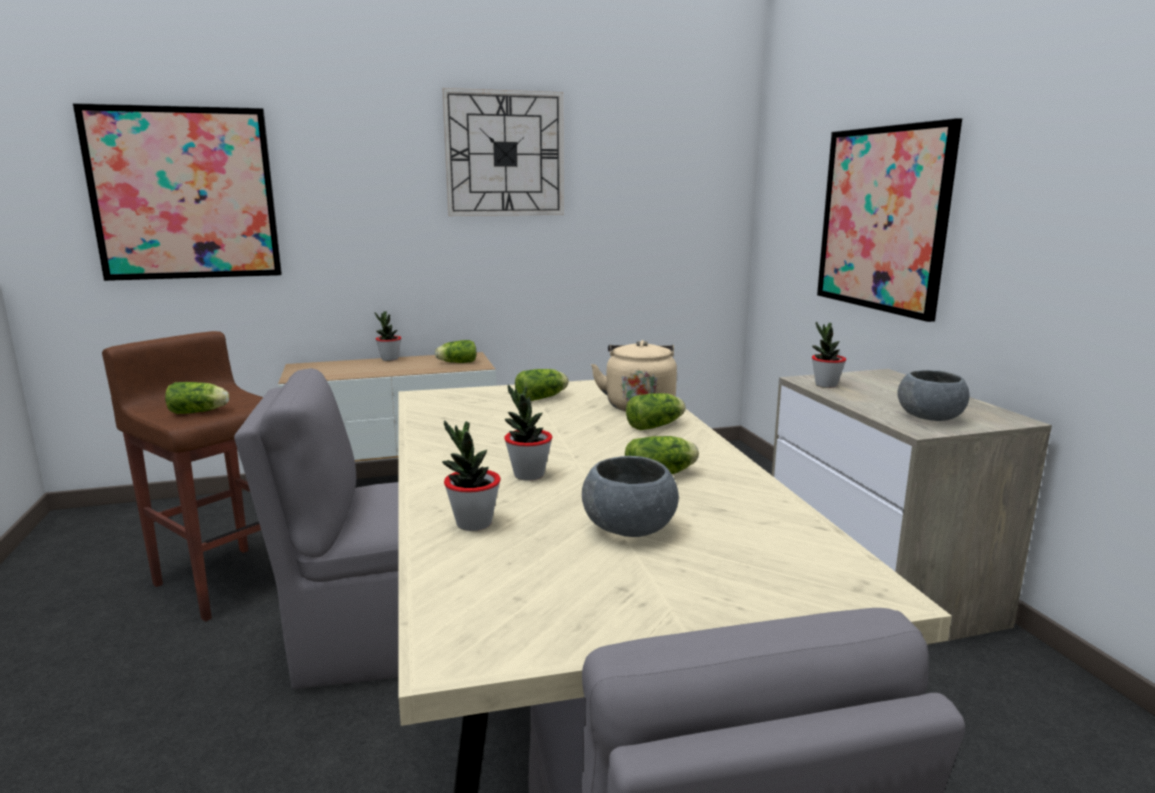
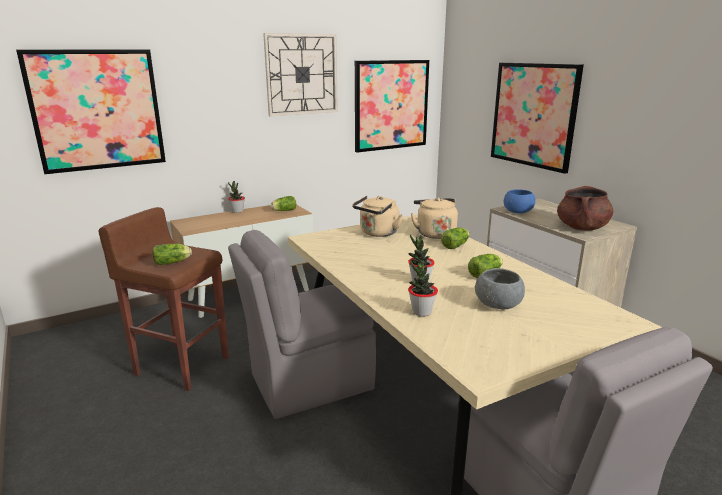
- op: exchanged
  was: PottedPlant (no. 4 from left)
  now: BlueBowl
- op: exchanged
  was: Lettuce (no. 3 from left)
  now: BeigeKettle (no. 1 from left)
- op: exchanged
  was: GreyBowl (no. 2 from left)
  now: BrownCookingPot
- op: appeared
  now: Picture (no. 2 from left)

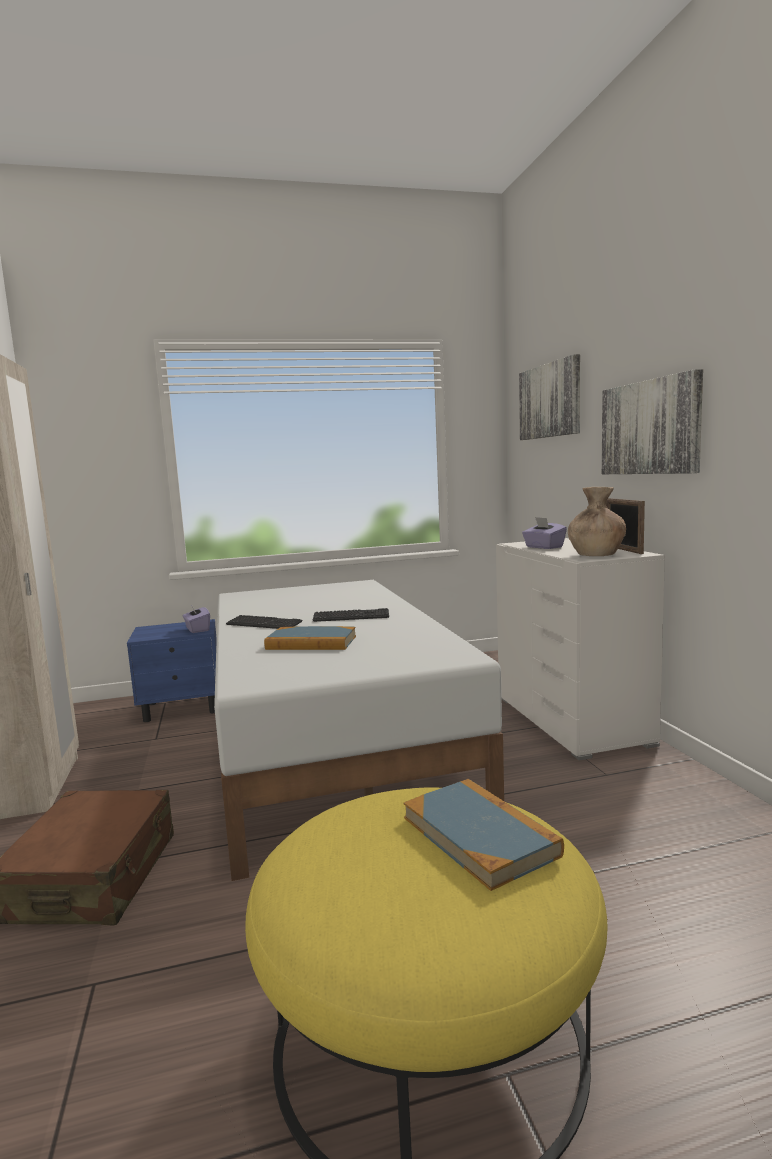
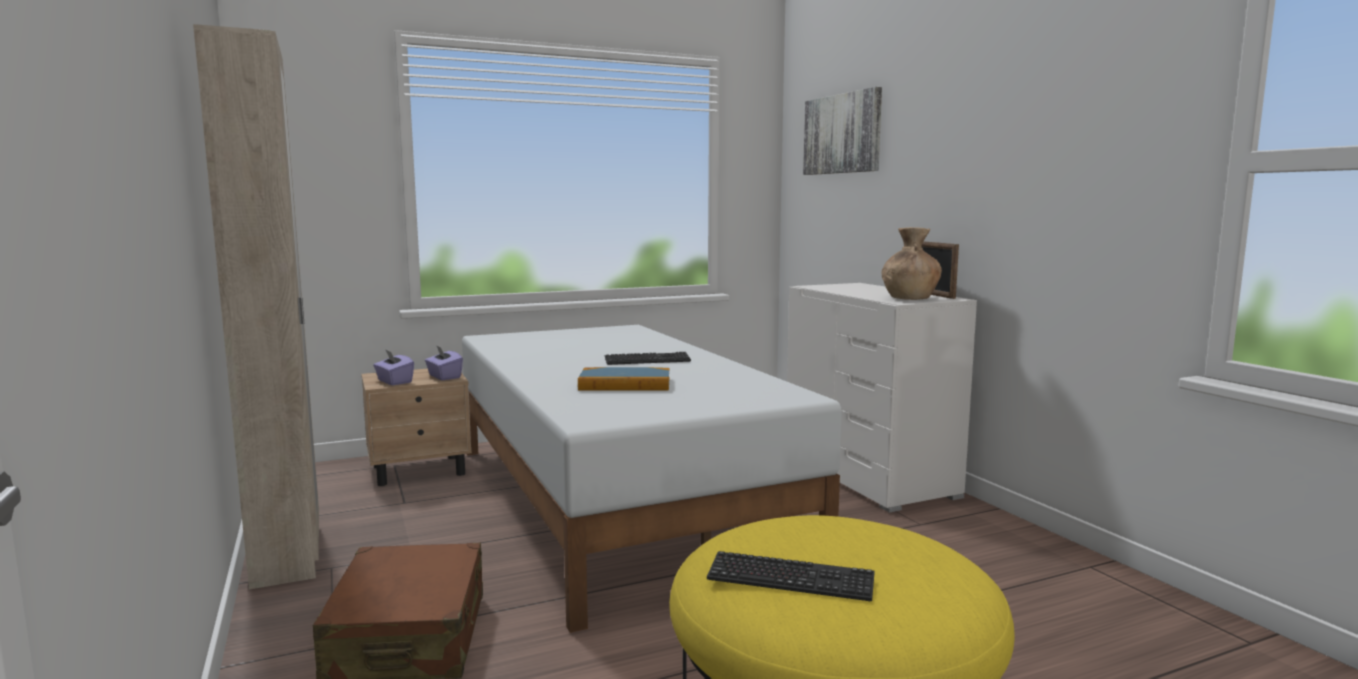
- op: missing
  was: Picture (no. 2 from left)
- op: relocated
  was: PurpleTissueBox (no. 2 from left in the first image)
  now: PurpleTissueBox (no. 1 from left)
- op: relocated
  was: Keyboard (no. 1 from left in the first image)
  now: Keyboard (no. 2 from left)
- op: colour
  was: BlueNightstand
  now: BeigeNightstand
- op: missing
  was: Book (no. 2 from left)

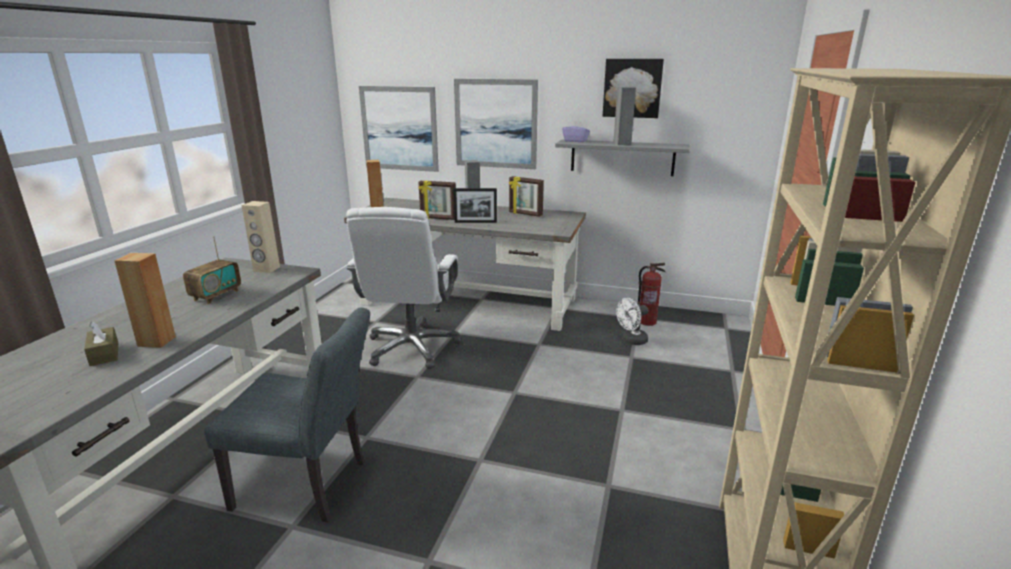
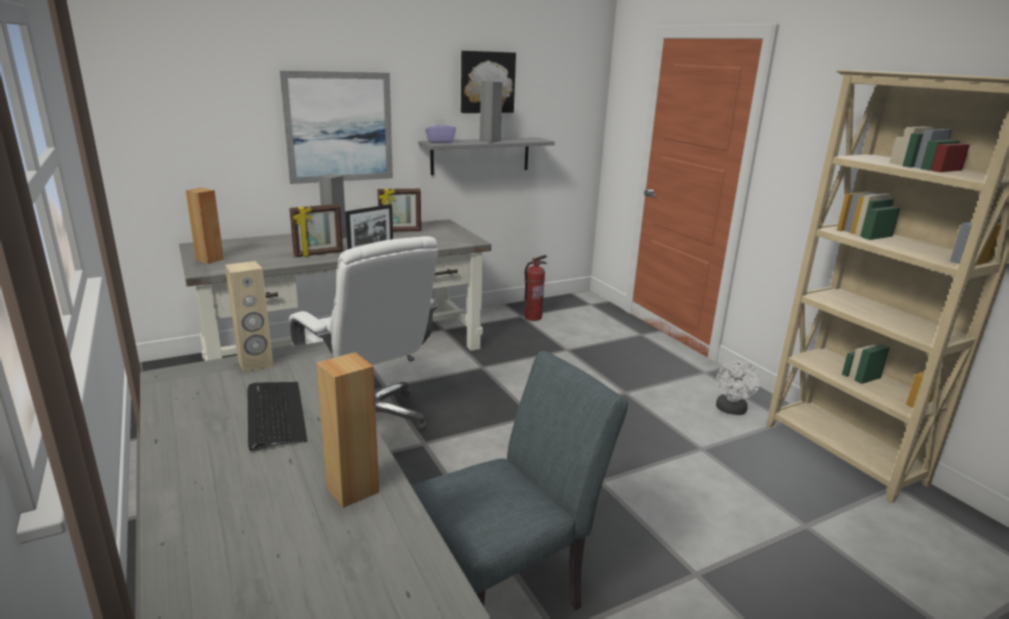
- op: missing
  was: Picture (no. 1 from left)
- op: exchanged
  was: Radio
  now: Keyboard
- op: relocated
  was: WhiteFan
- op: missing
  was: BrownTissueBox

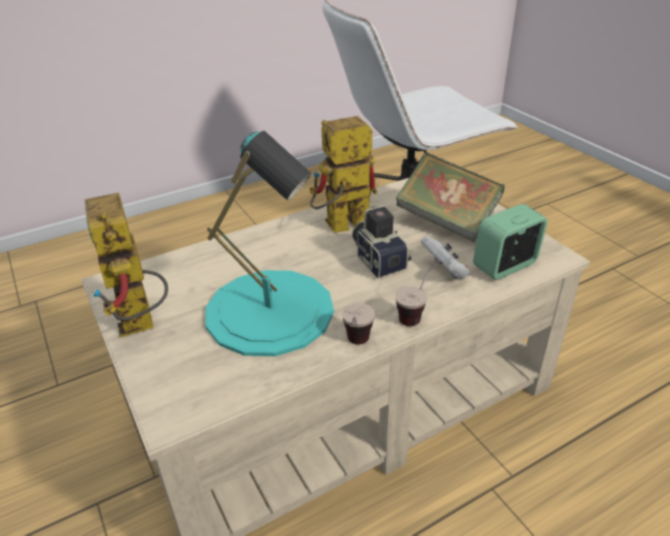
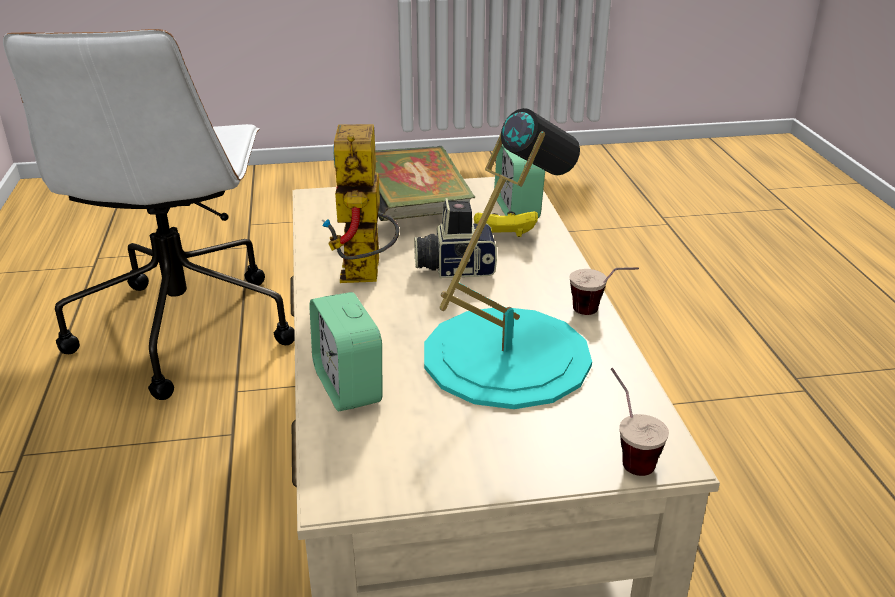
- op: missing
  was: ToyRobot (no. 1 from left)
- op: colour
  was: WhiteGameController
  now: YellowGameController
- op: relocated
  was: Cup (no. 2 from left)
- op: appeared
  now: AlarmClock (no. 1 from left)

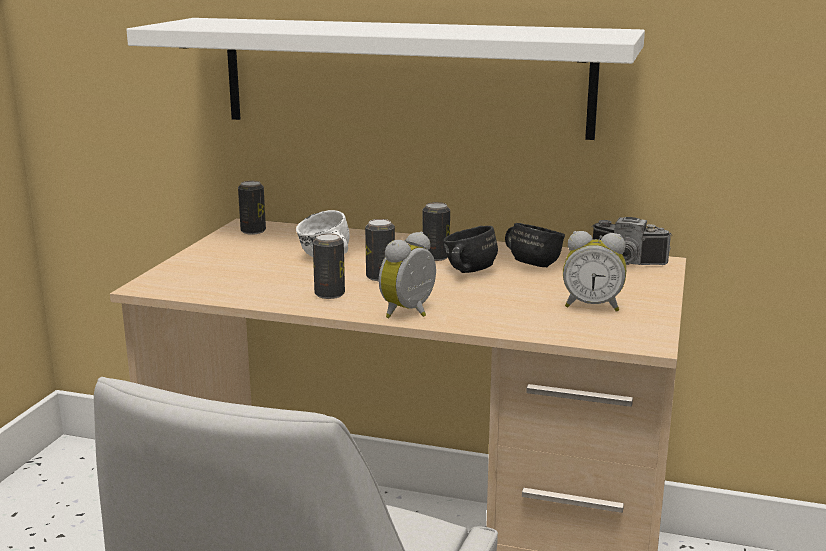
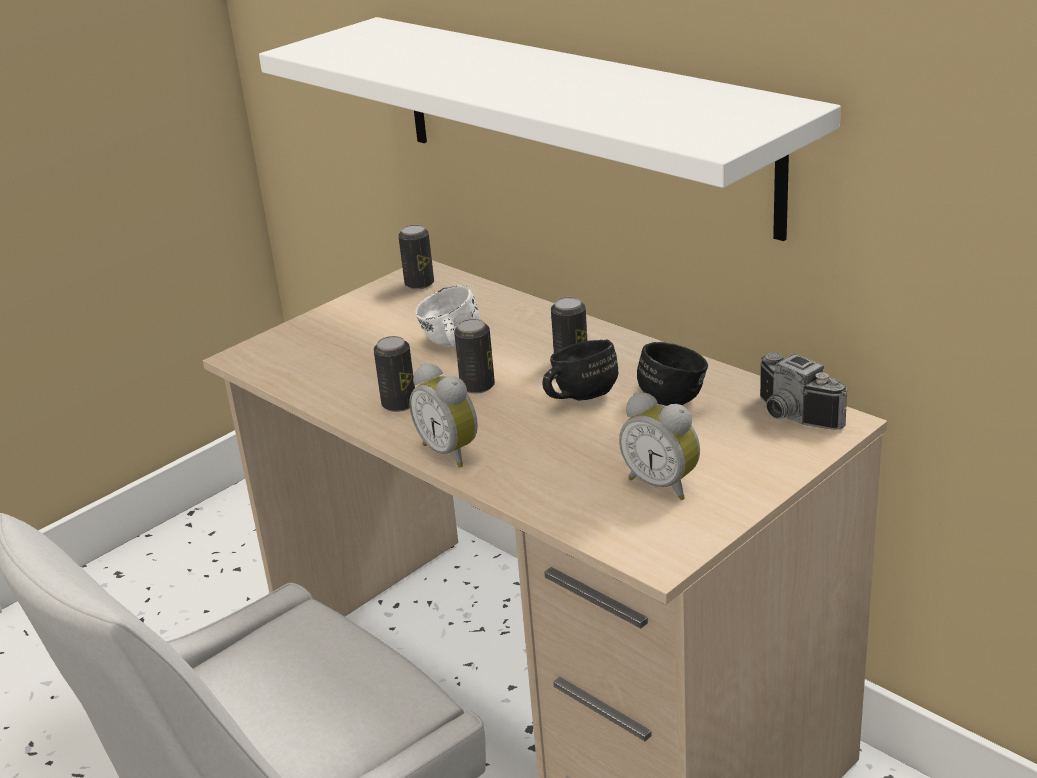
- op: spun
  was: AlarmClock (no. 1 from left)
  clockwise: -105

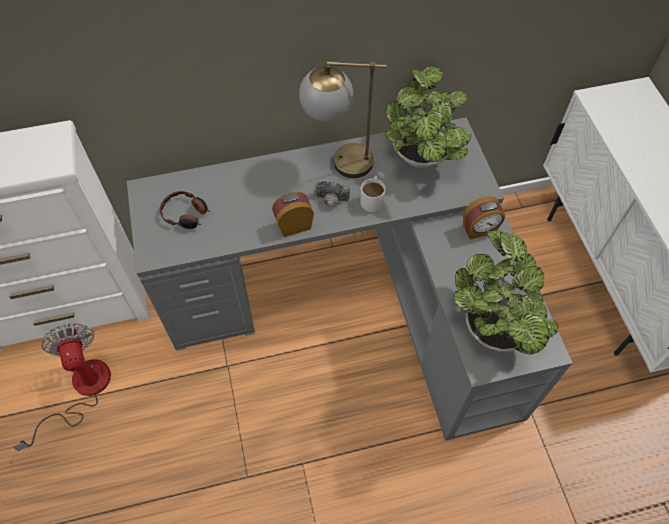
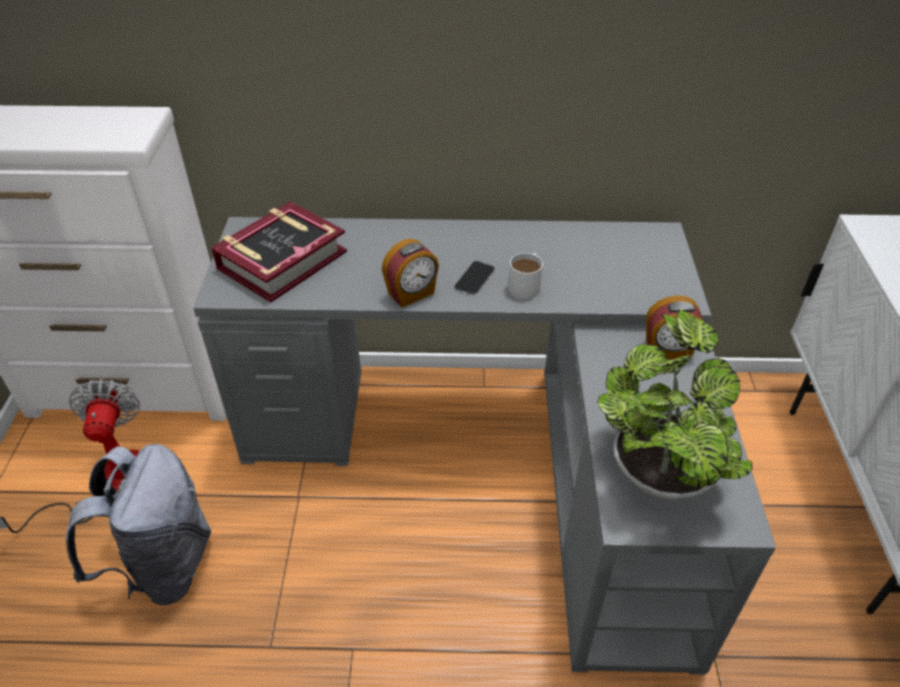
- op: missing
  was: TableLamp
- op: missing
  was: PottedPlant (no. 1 from left)
- op: exchanged
  was: PhotoCamera
  now: Phone
- op: exchanged
  was: Headphones
  now: Book
- op: spun
  was: AlarmClock (no. 1 from left)
  clockwise: 150
- op: appeared
  now: GreyBackpack

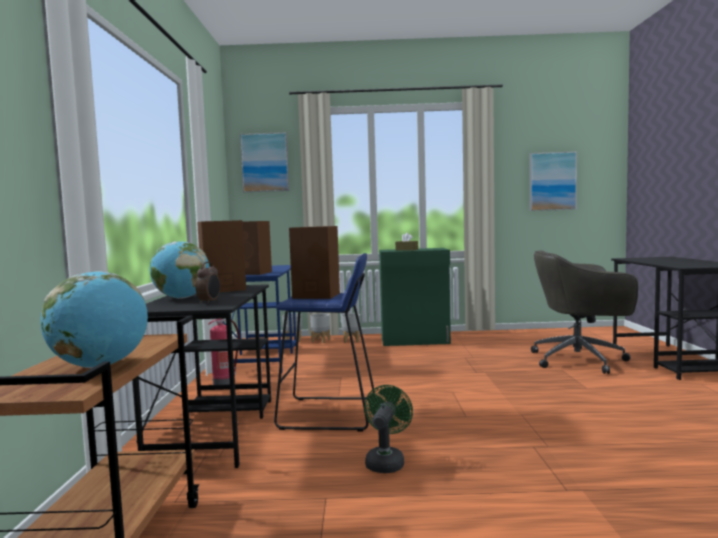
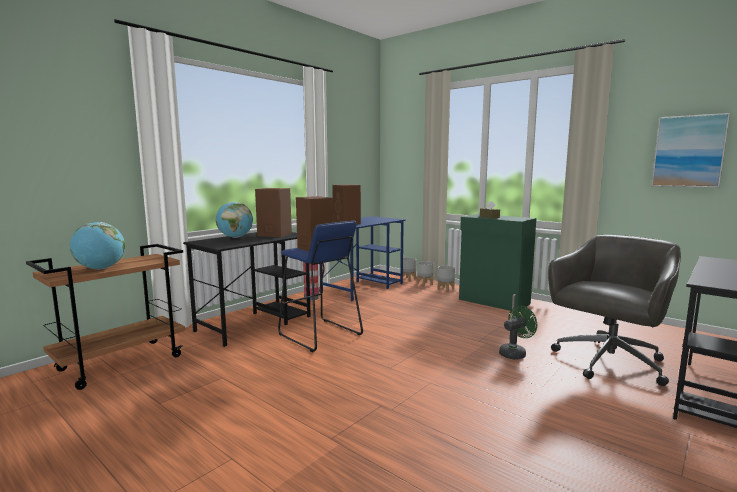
- op: missing
  was: Picture (no. 1 from left)
- op: spun
  was: GreyOfficeChair
  clockwise: 90
- op: missing
  was: AlarmClock
- op: relocated
  was: GreenFan

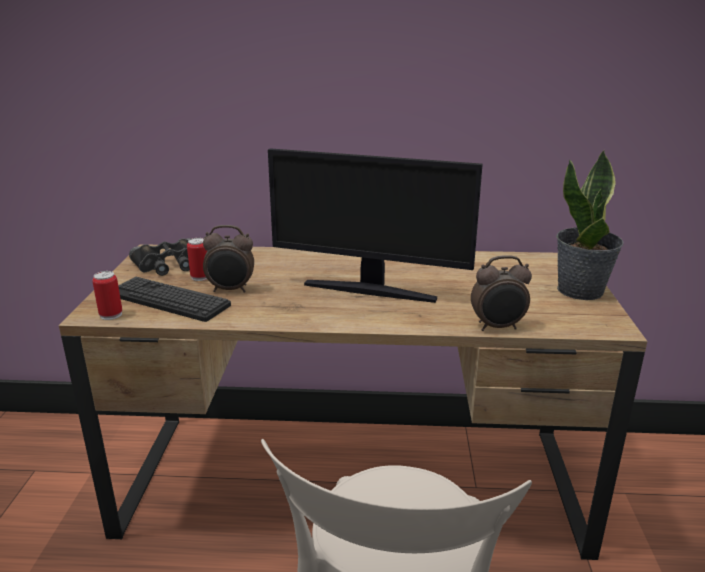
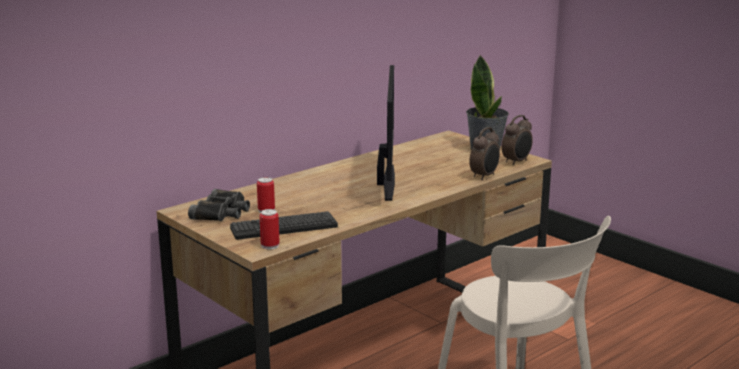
- op: spun
  was: Monitor
  clockwise: -60
- op: relocated
  was: AlarmClock (no. 1 from left in the first image)
  now: AlarmClock (no. 2 from left)

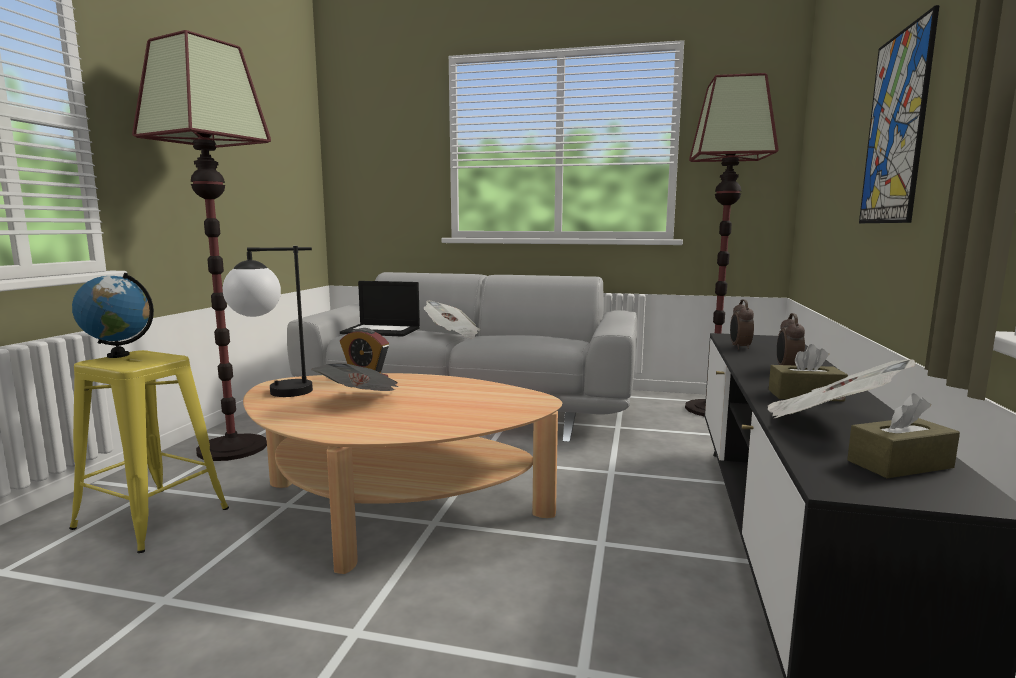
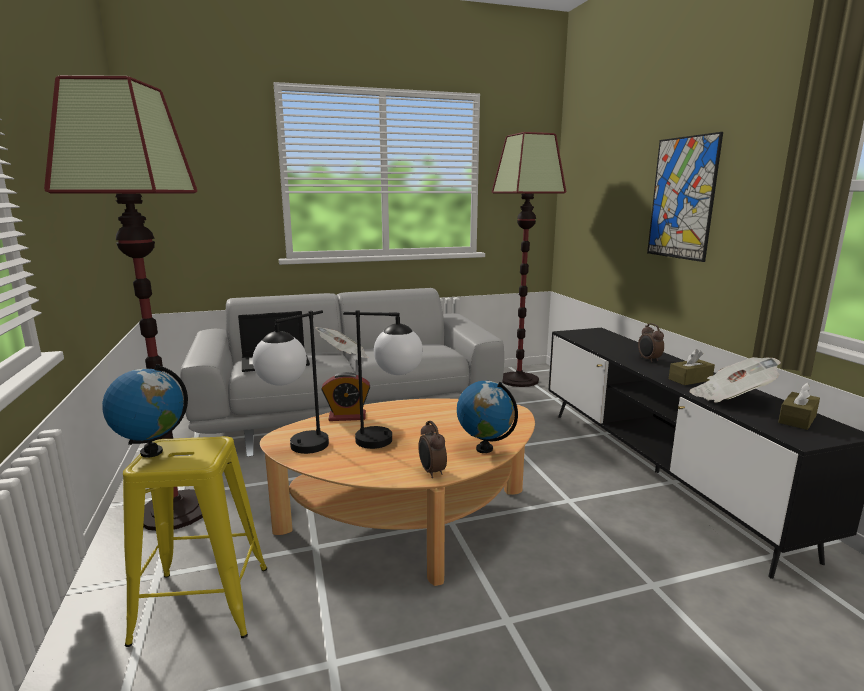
- op: relocated
  was: AlarmClock (no. 2 from left)
- op: exchanged
  was: Newspaper (no. 1 from left)
  now: TableLamp (no. 2 from left)
- op: appeared
  now: Globe (no. 2 from left)

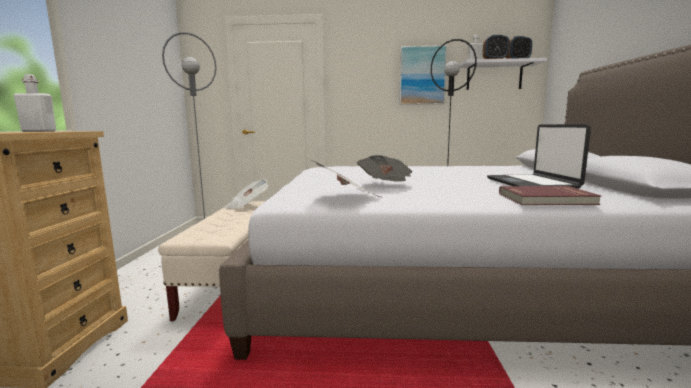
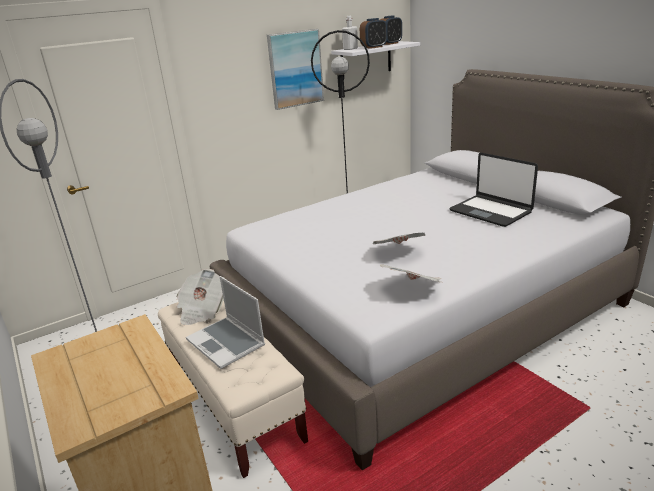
- op: missing
  was: WhiteBottle (no. 1 from left)
- op: missing
  was: RedBook
- op: appeared
  now: Laptop (no. 1 from left)

